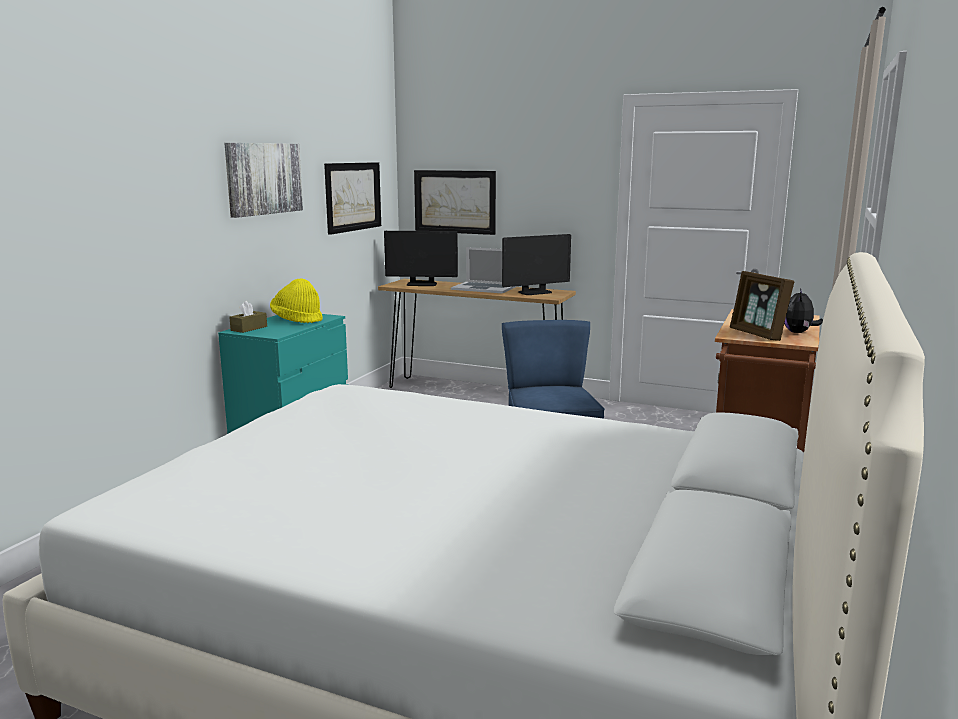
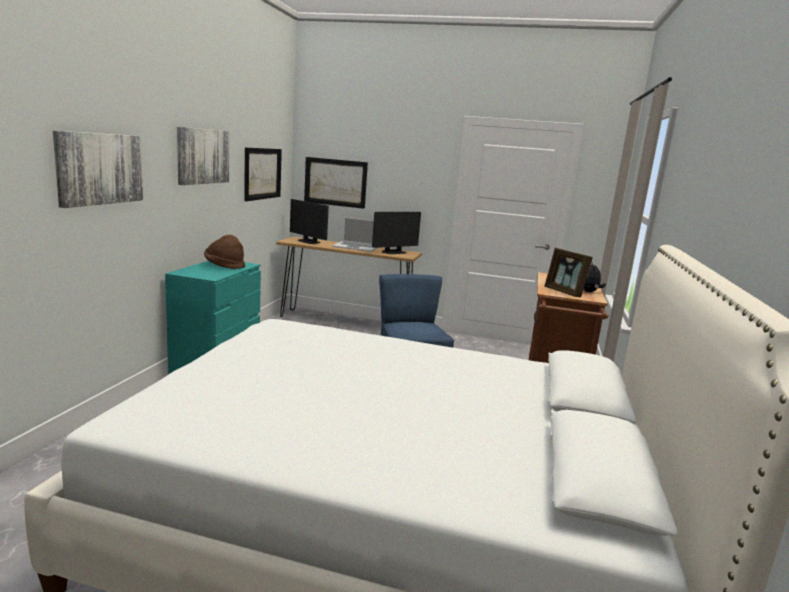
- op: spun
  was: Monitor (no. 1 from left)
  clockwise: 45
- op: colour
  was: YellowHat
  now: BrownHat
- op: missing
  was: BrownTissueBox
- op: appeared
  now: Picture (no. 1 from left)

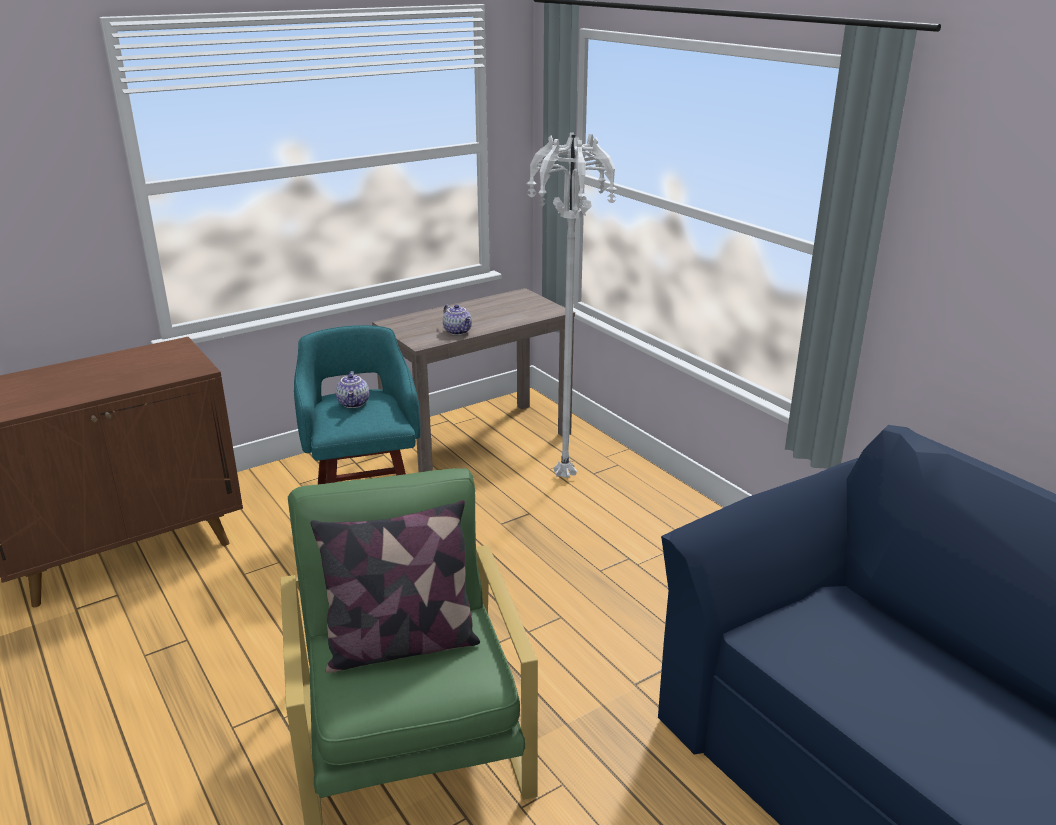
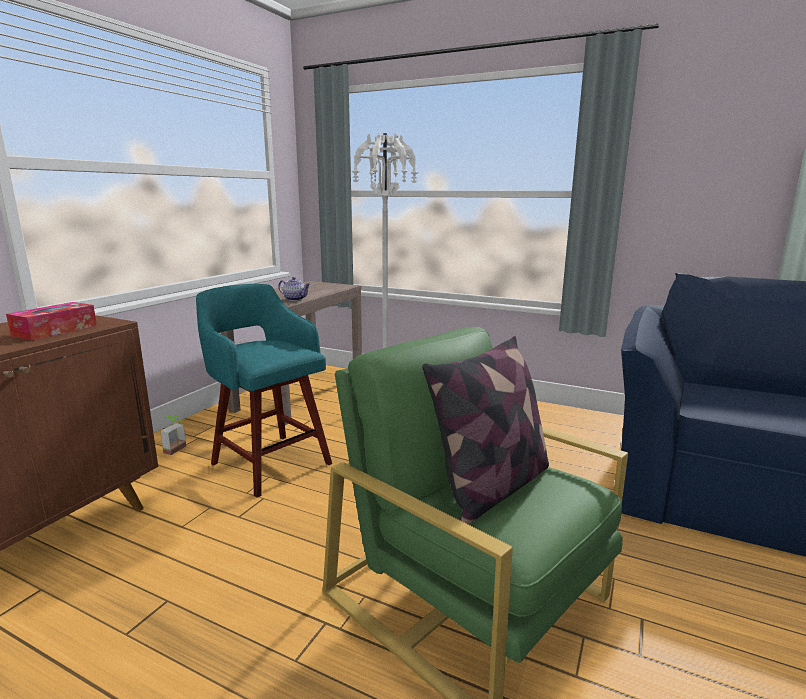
- op: missing
  was: Teapot (no. 1 from left)
- op: appeared
  now: TissueBox
- op: appeared
  now: PottedPlant

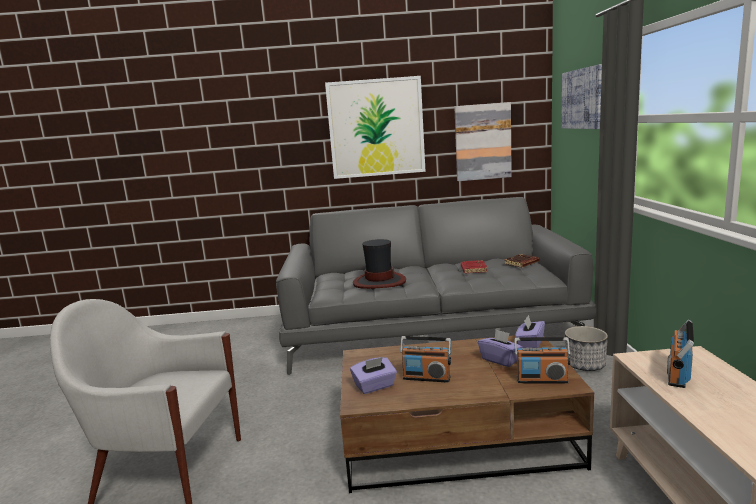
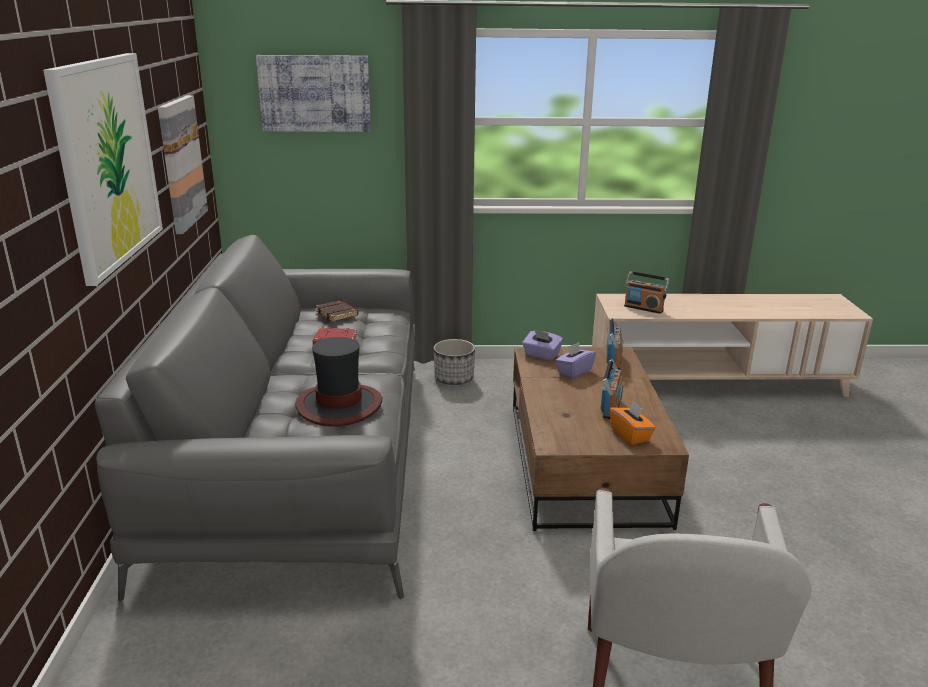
- op: colour
  was: PurpleTissueBox (no. 1 from left)
  now: OrangeTissueBox

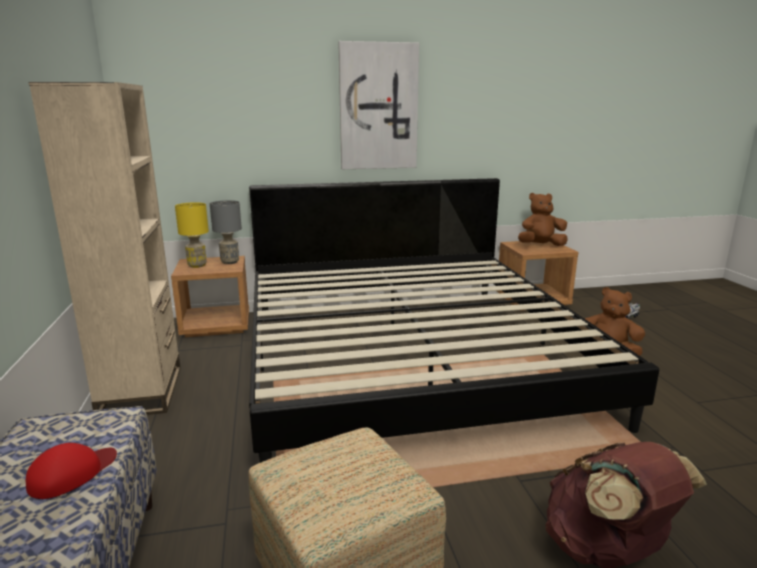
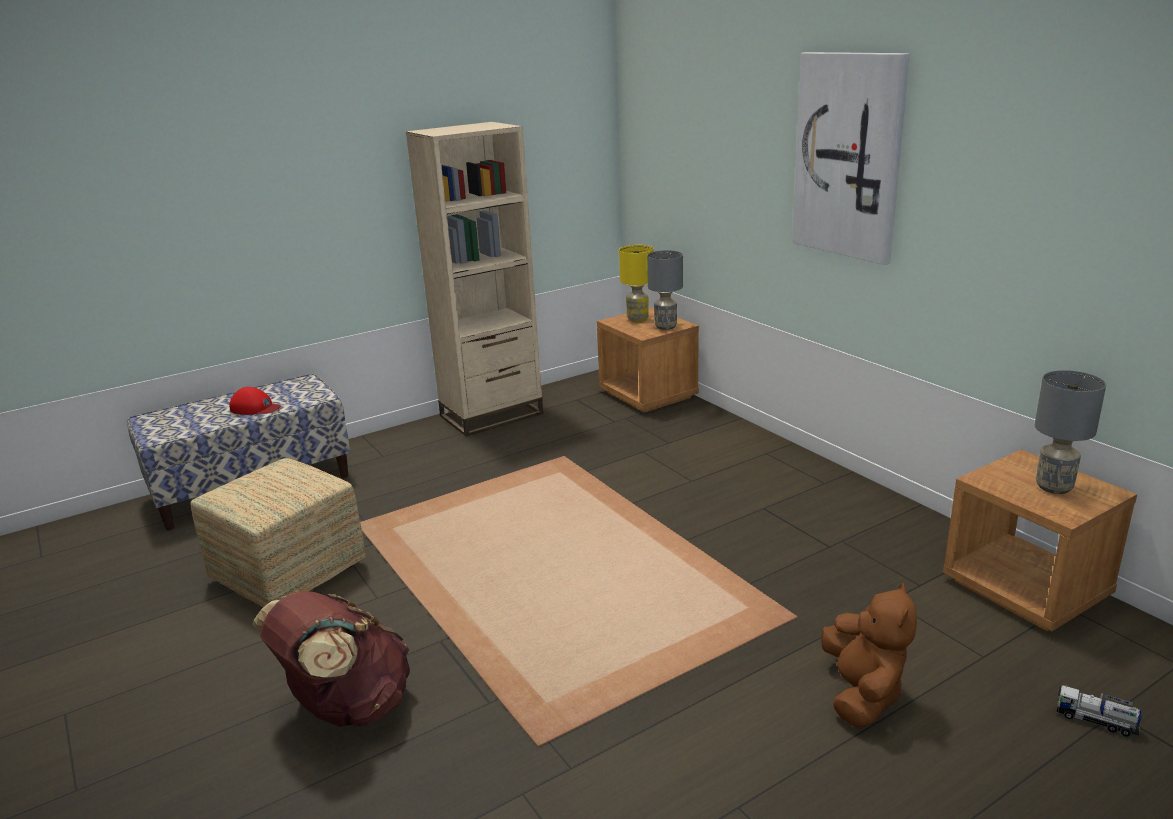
- op: missing
  was: Bed
- op: exchanged
  was: BrownPlushToy (no. 1 from left)
  now: GreyTableLamp (no. 2 from left)

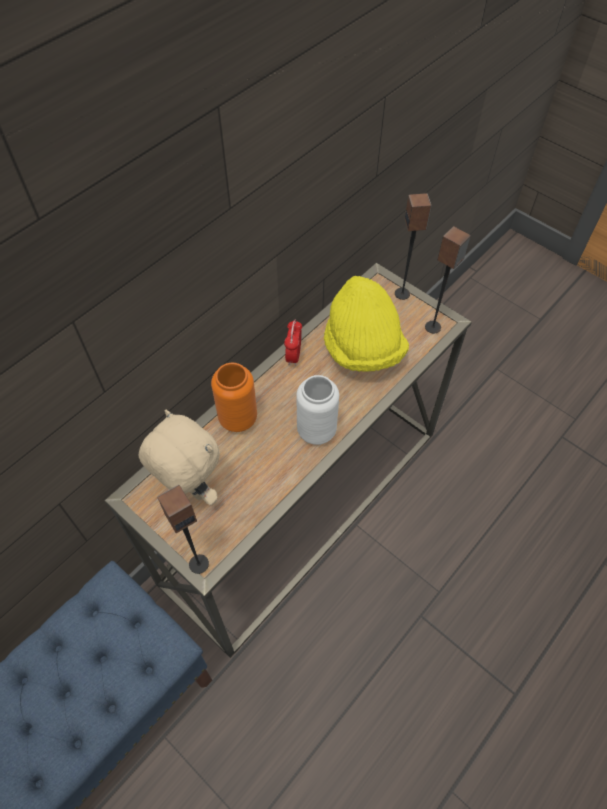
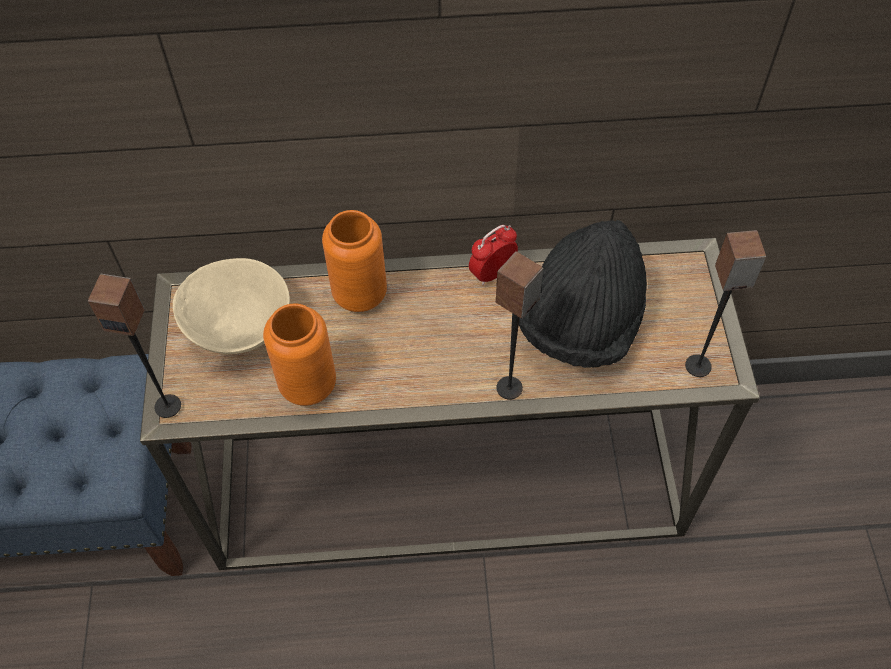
- op: relocated
  was: Speaker (no. 2 from left)
- op: colour
  was: YellowHat
  now: BlackHat
- op: missing
  was: WhiteVase
- op: exchanged
  was: BeigePlushToy
  now: BeigeBowl
- op: appeared
  now: OrangeVase (no. 1 from left)

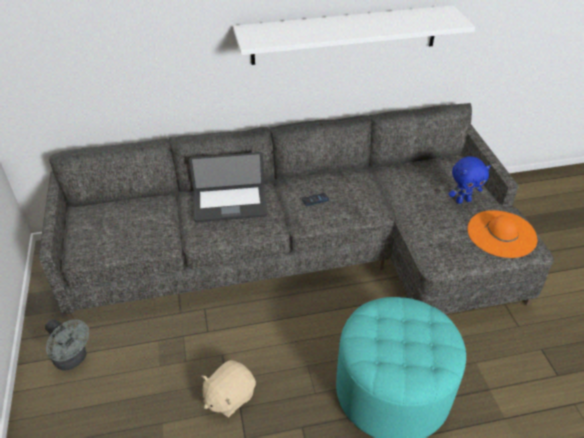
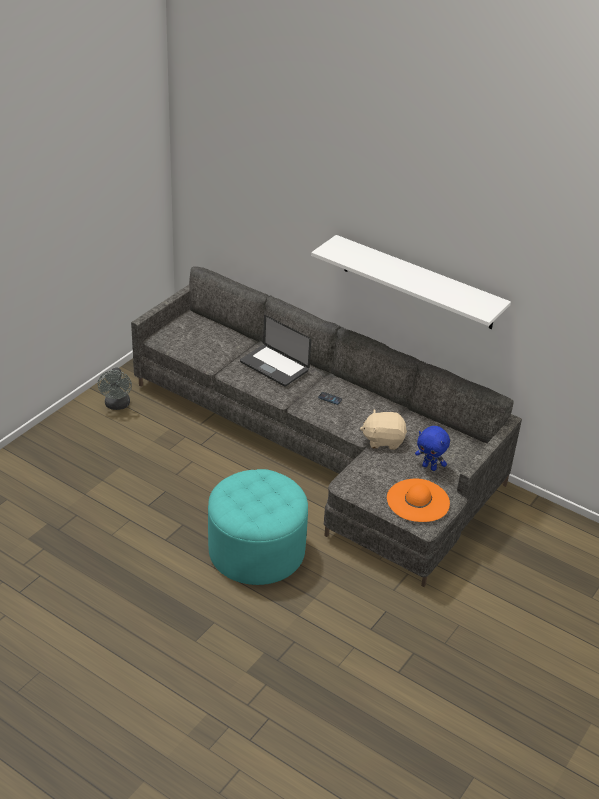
- op: relocated
  was: BeigePlushToy

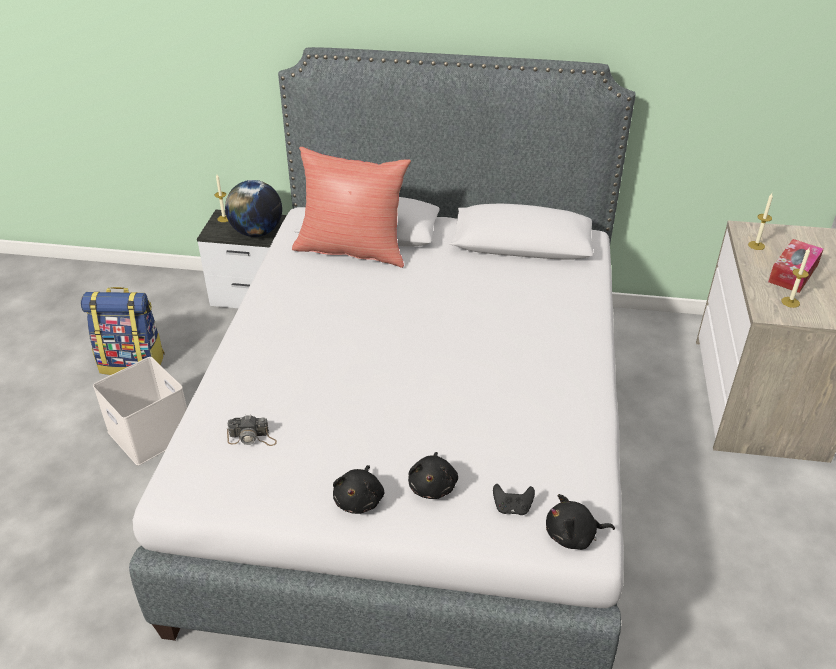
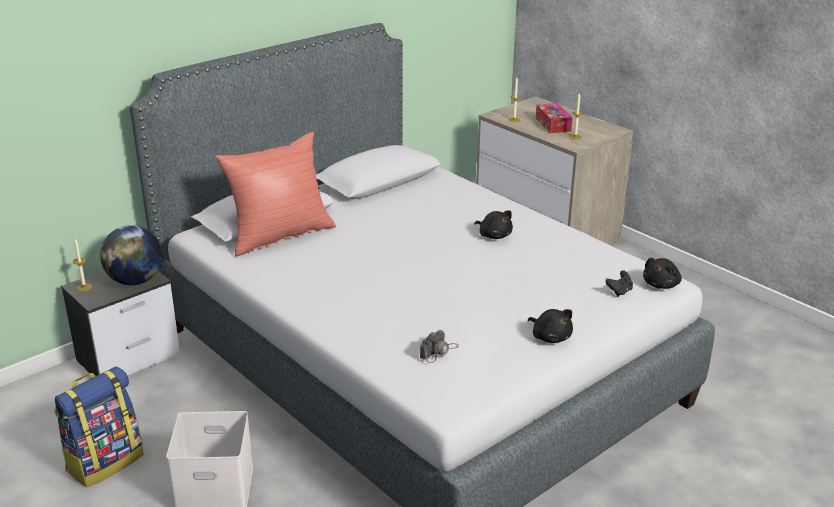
- op: relocated
  was: BlackPlushToy (no. 2 from left in the first image)
  now: BlackPlushToy (no. 1 from left)

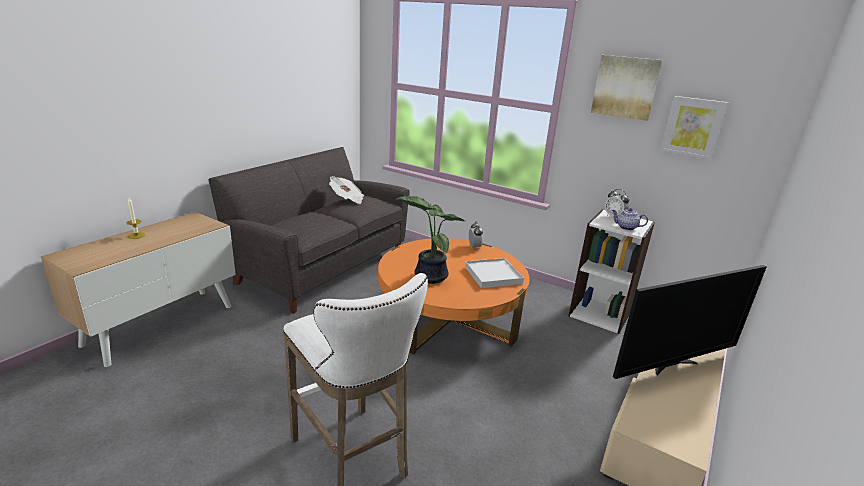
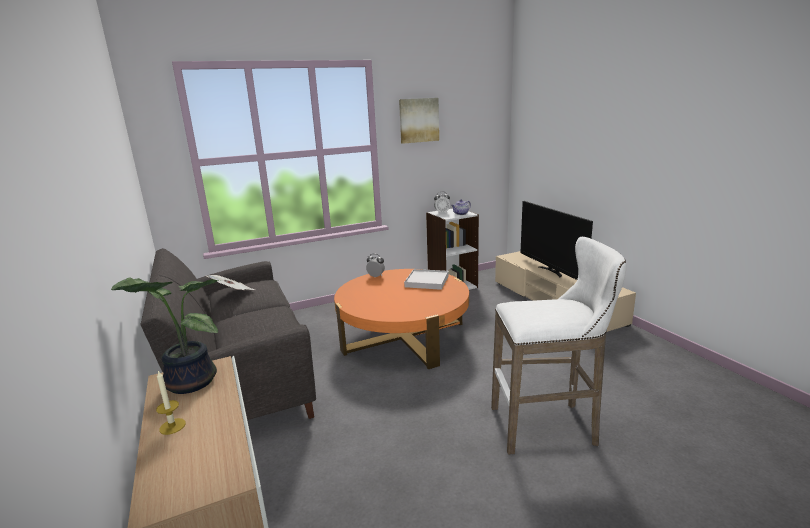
- op: missing
  was: Picture (no. 2 from left)
- op: relocated
  was: PottedPlant
- op: spun
  was: Television
  clockwise: 150

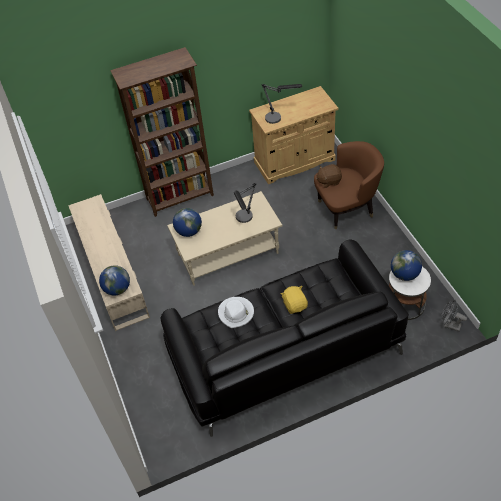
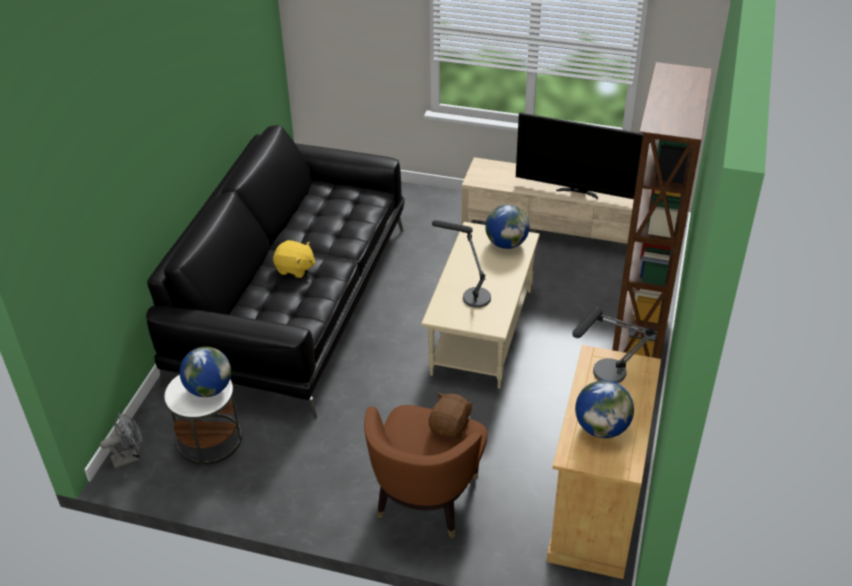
- op: relocated
  was: Globe (no. 1 from left in the first image)
  now: Globe (no. 3 from left)
- op: missing
  was: WhiteHat
- op: appeared
  now: Television

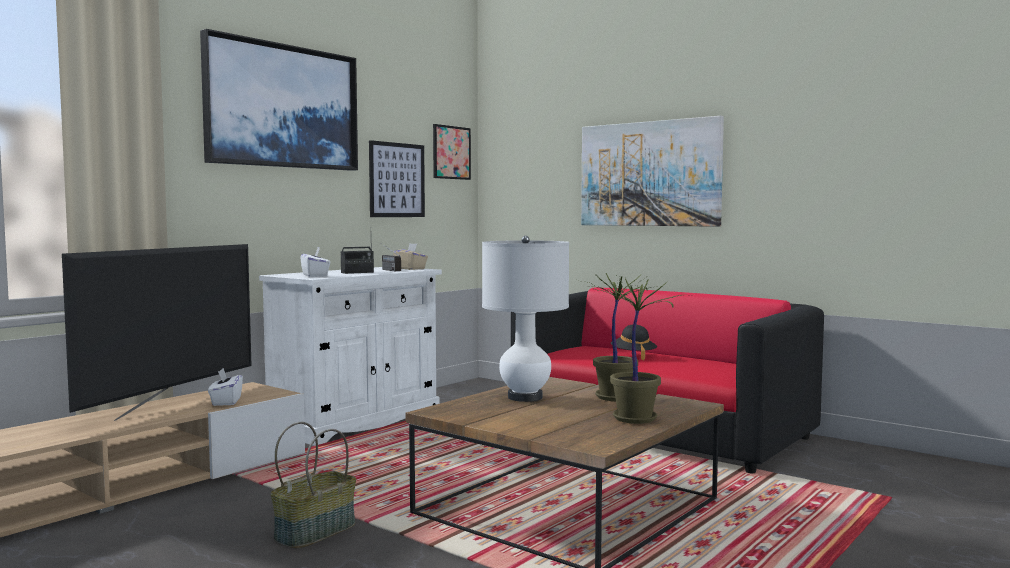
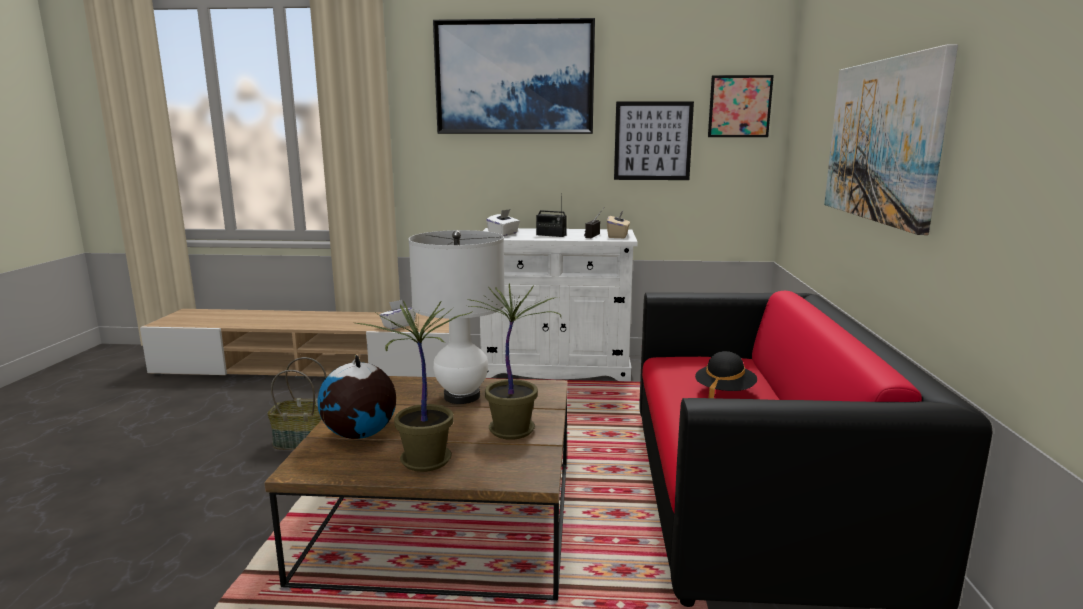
- op: missing
  was: Television
- op: appeared
  now: Globe

